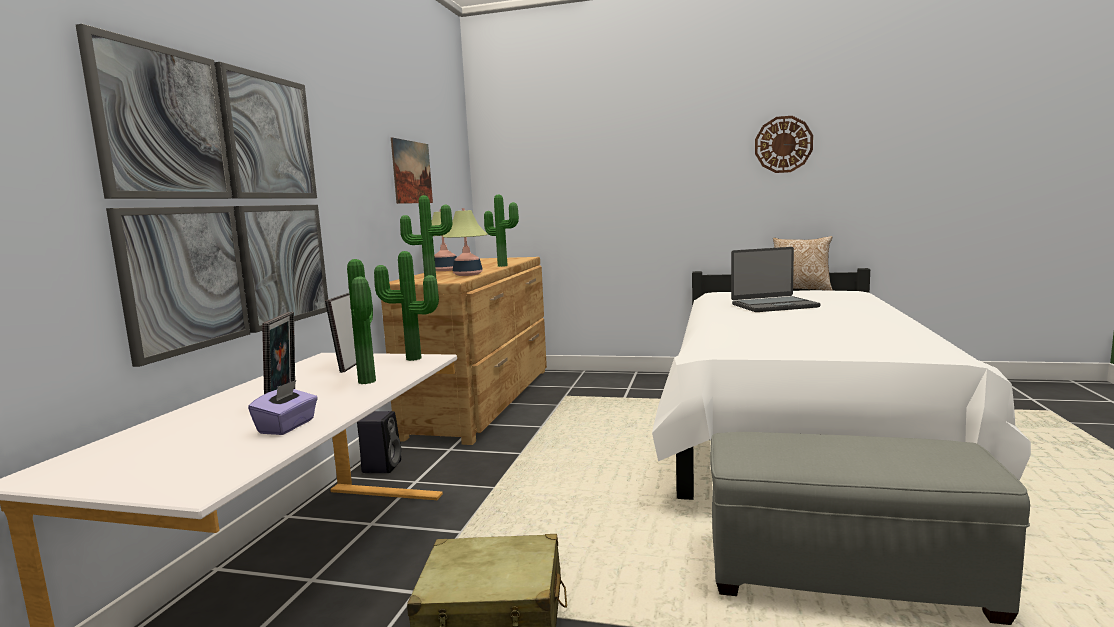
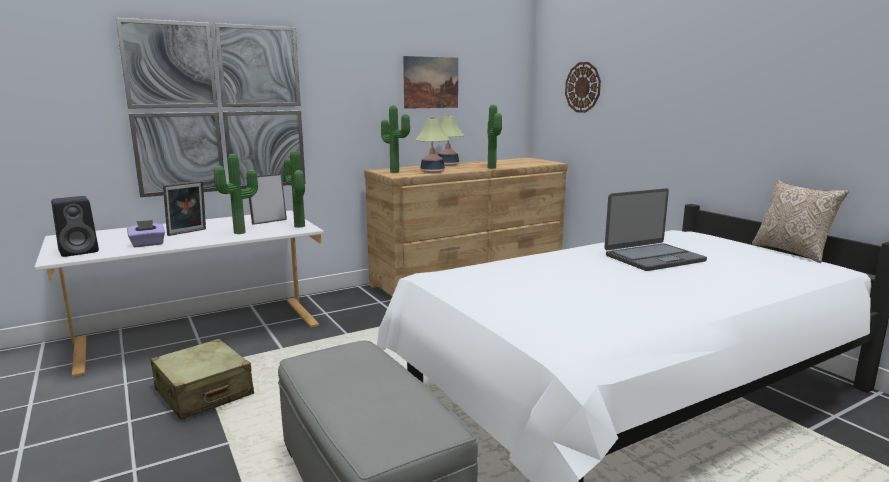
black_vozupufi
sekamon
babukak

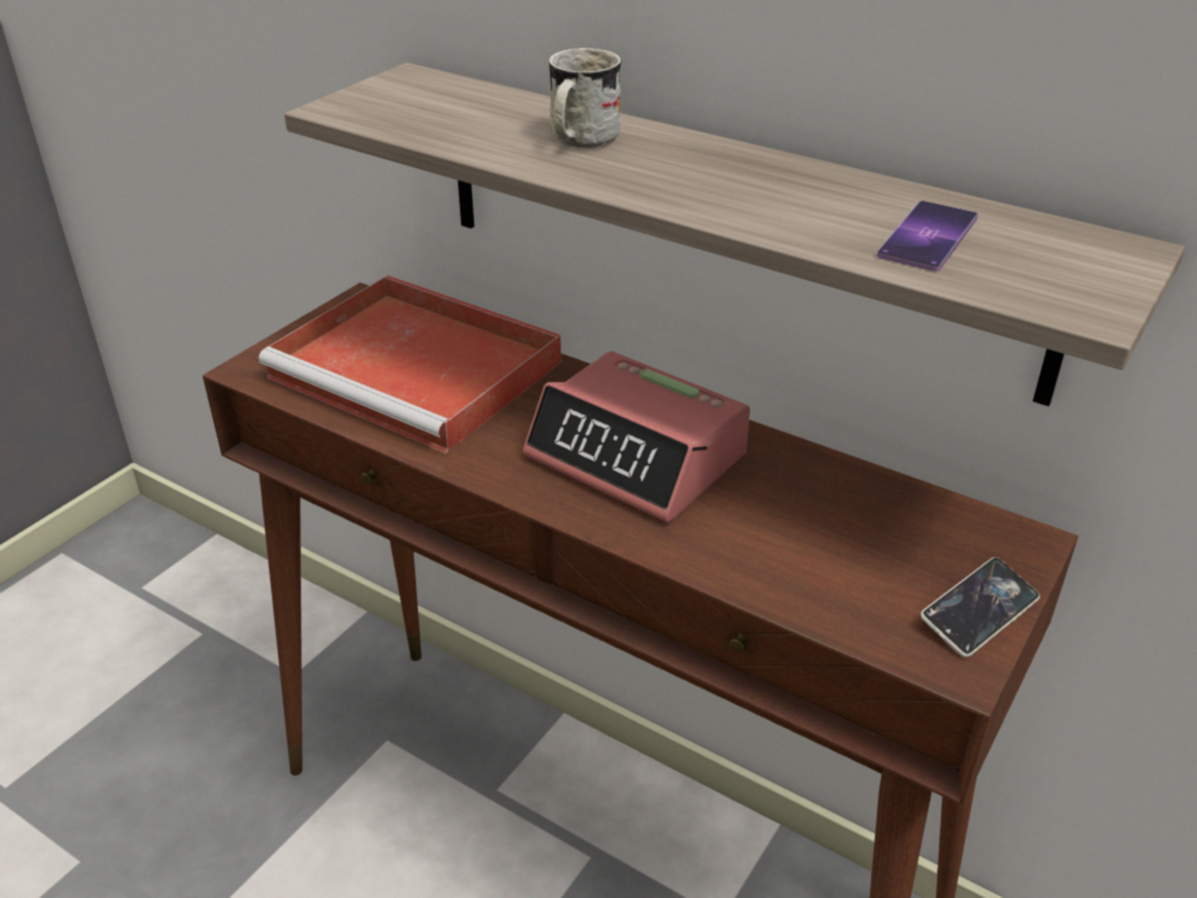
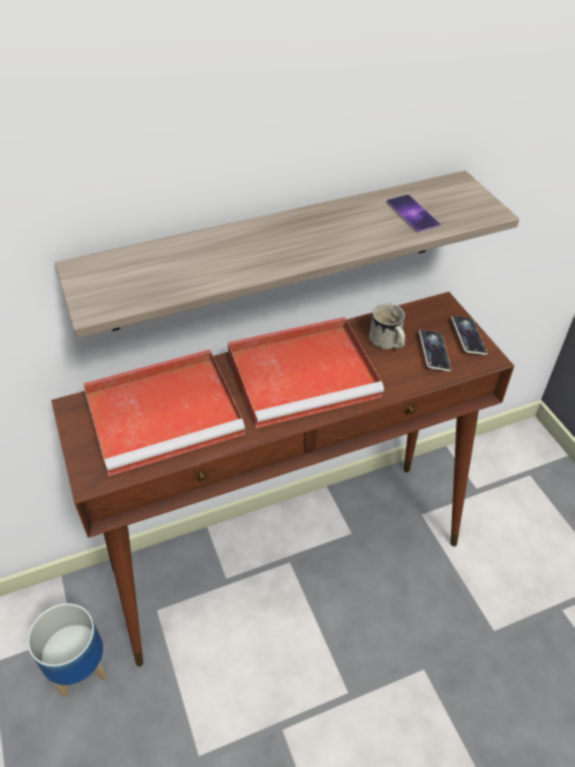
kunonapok
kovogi (2nd from left)
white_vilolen
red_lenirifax (2nd from left)

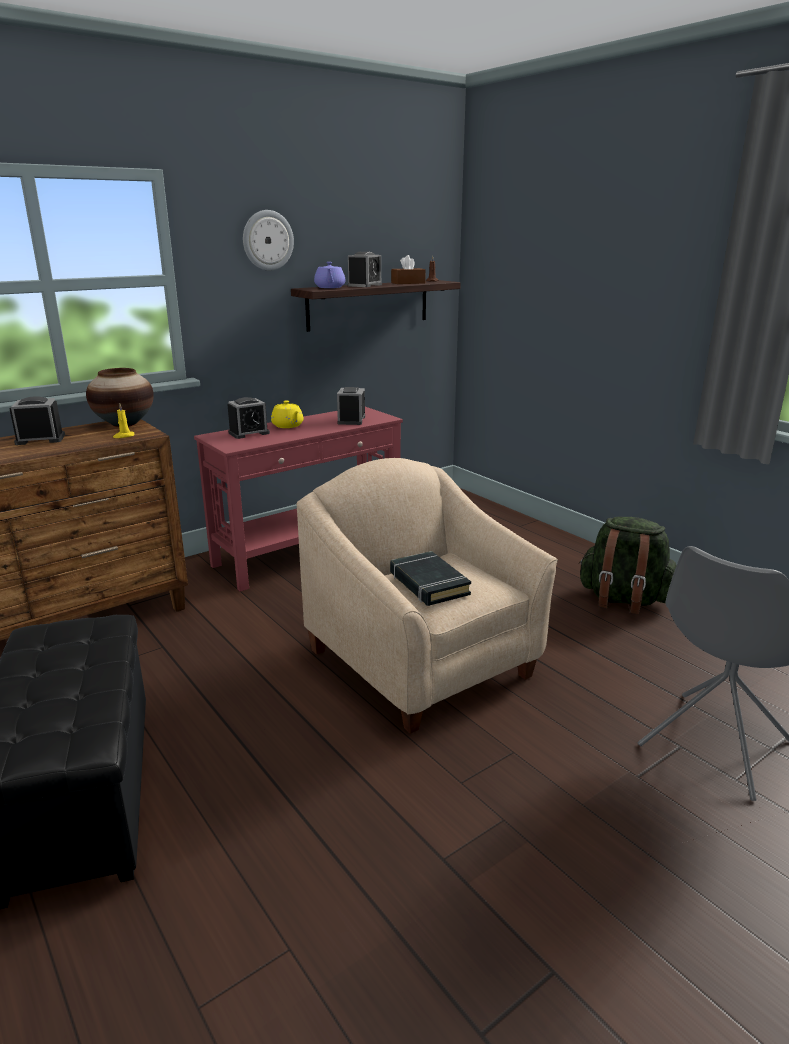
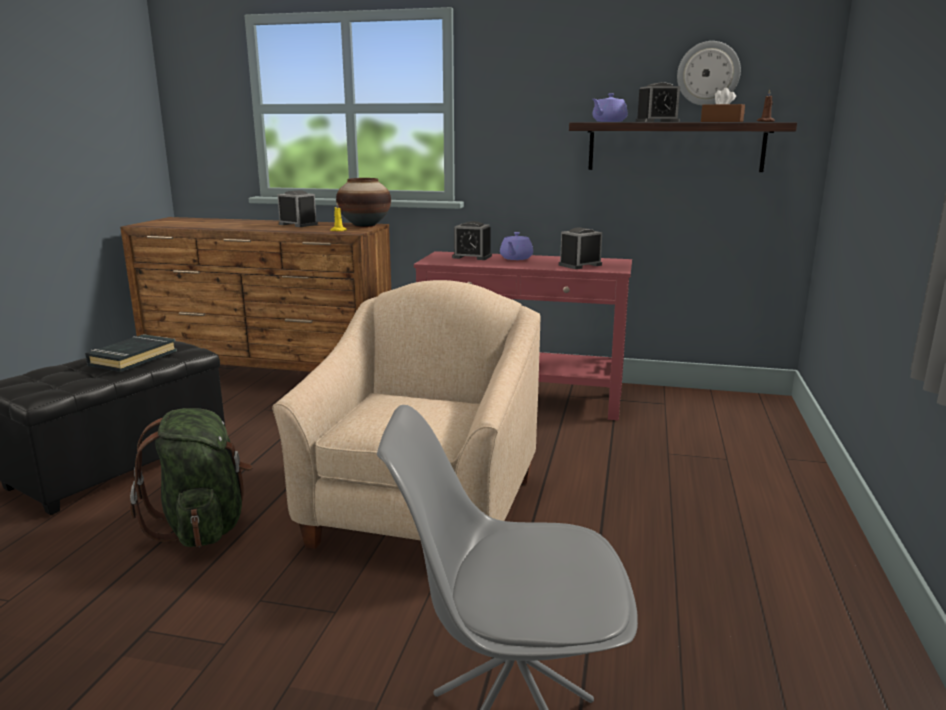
sekamon
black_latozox
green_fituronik
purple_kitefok (1st from left)

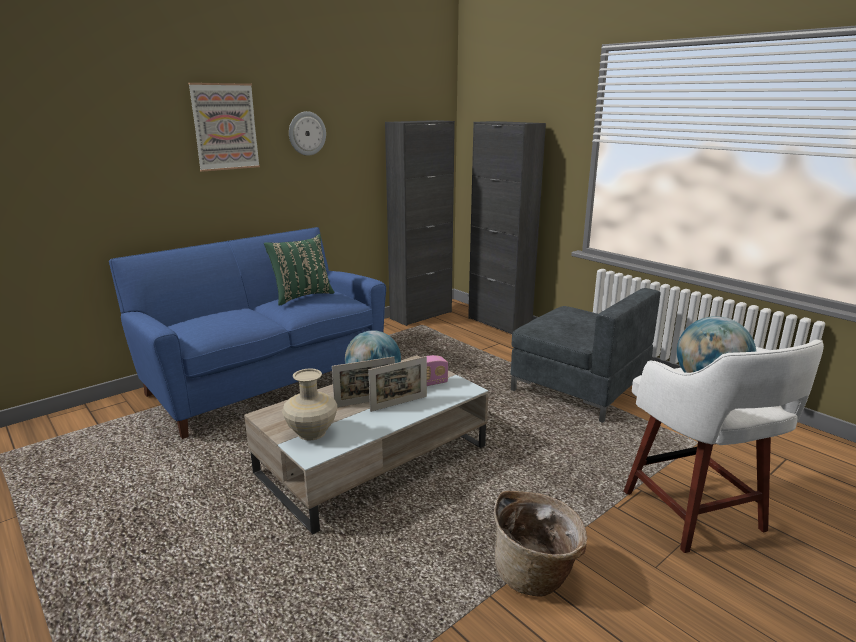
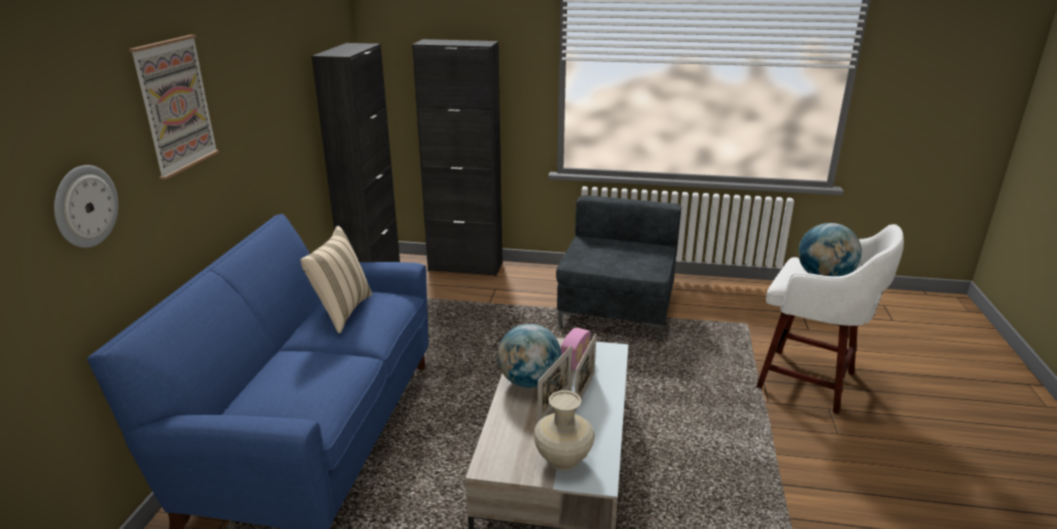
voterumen
sekamon
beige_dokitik
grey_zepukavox

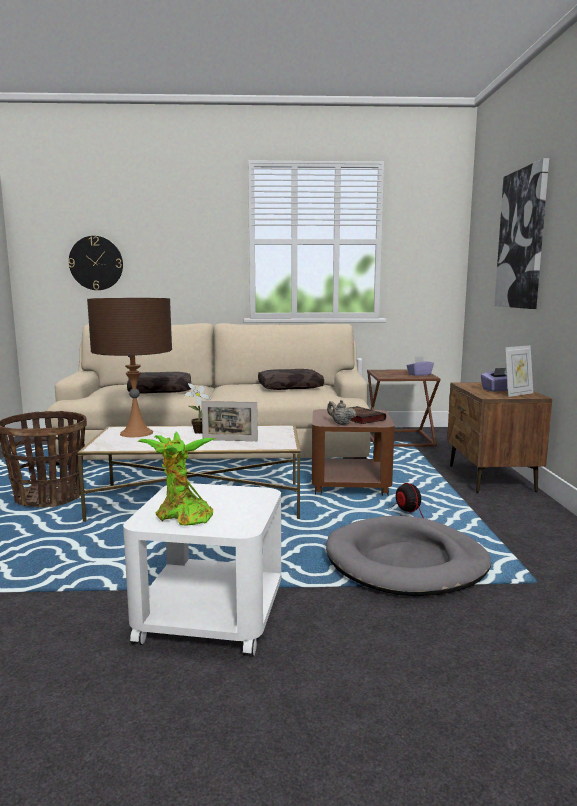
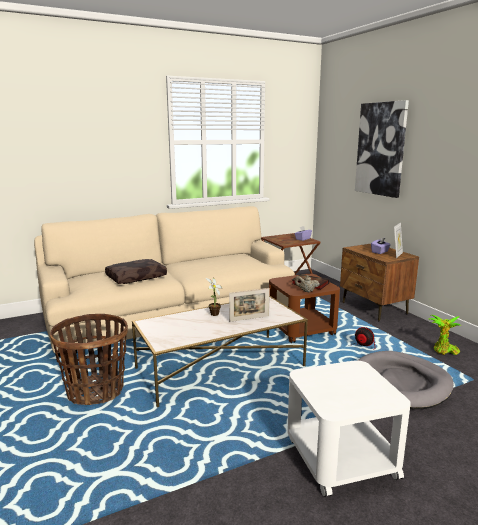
sekamon
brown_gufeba
brown_dokitik (2nd from left in the first image)
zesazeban (2nd from left)

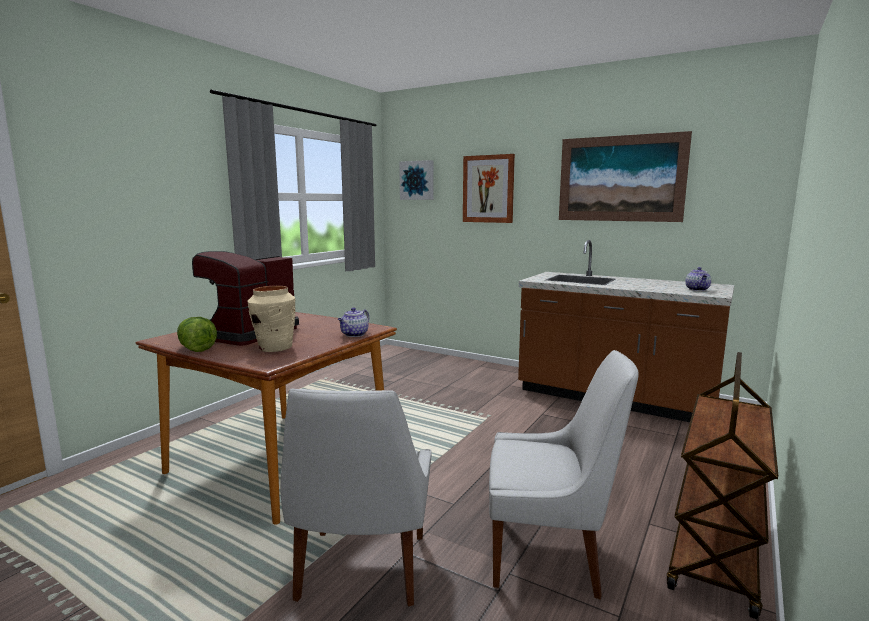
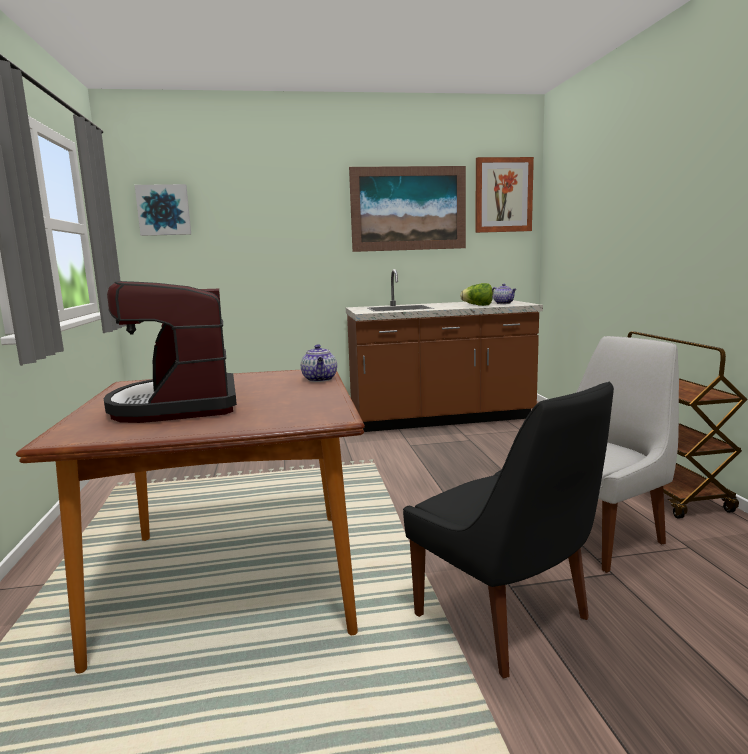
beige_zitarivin
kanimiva
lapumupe (3rd from left)
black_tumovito

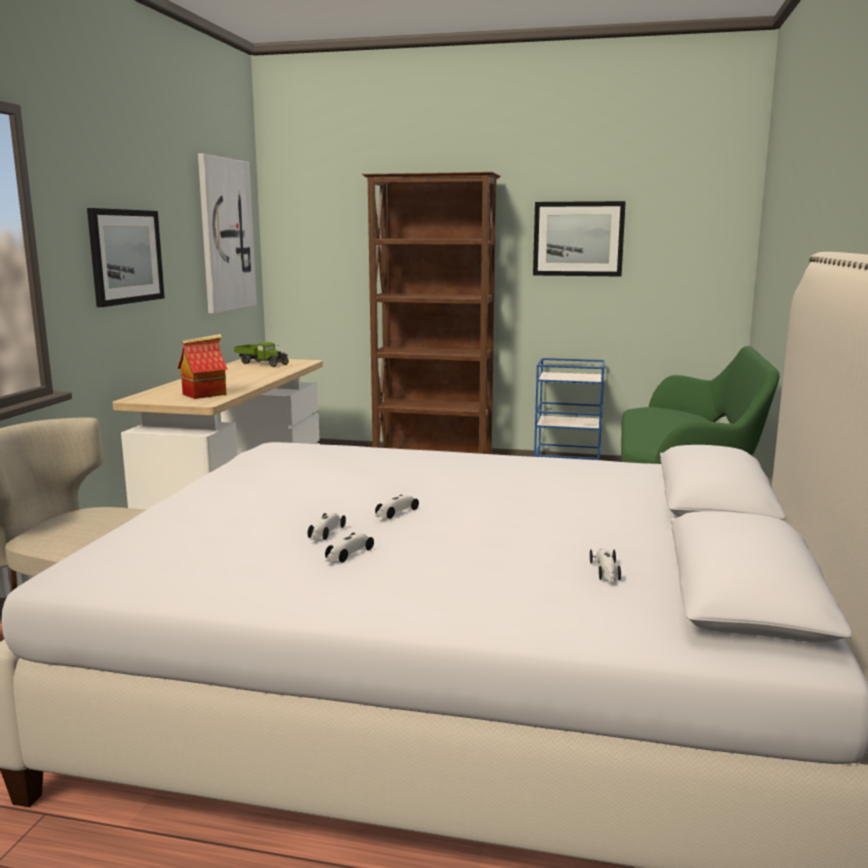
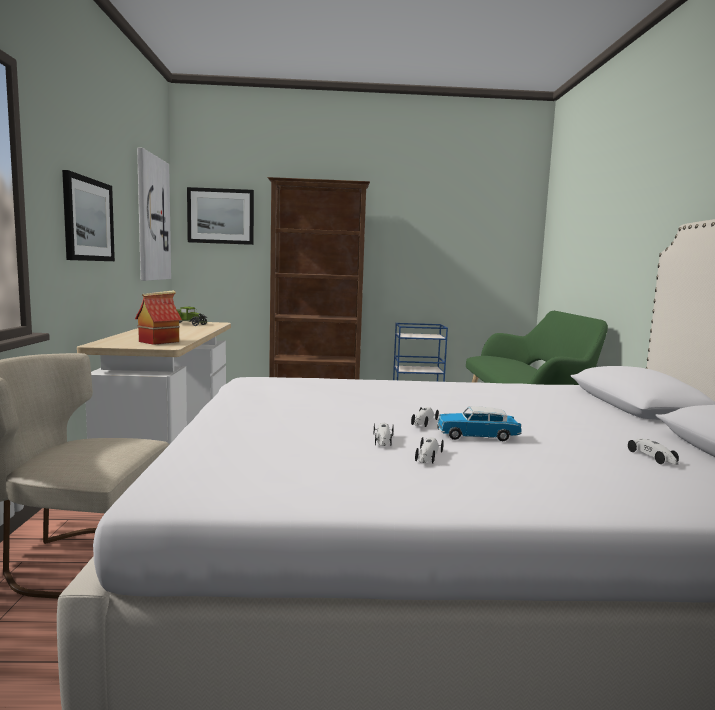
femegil (4th from left)
lapumupe (3rd from left)

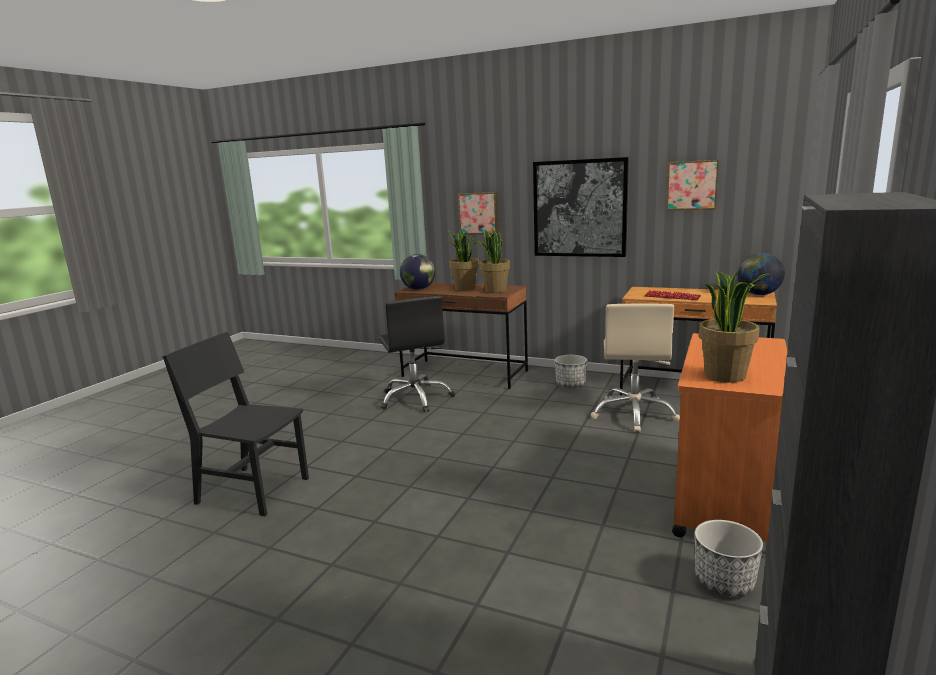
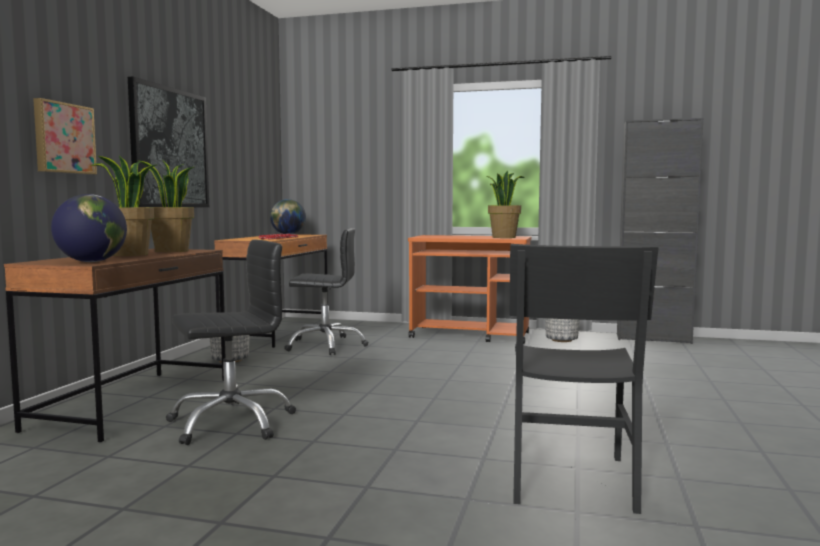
lapumupe (3rd from left in the first image)
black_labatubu (2nd from left)

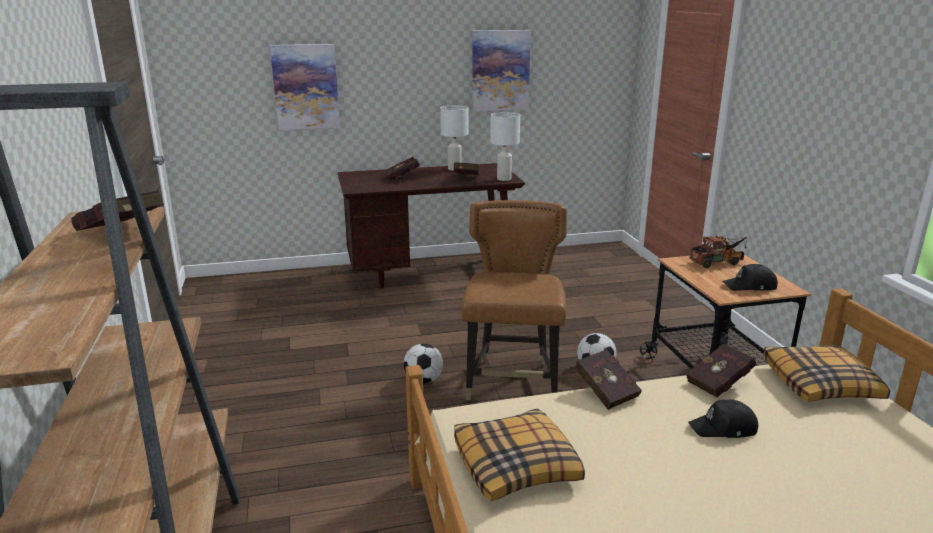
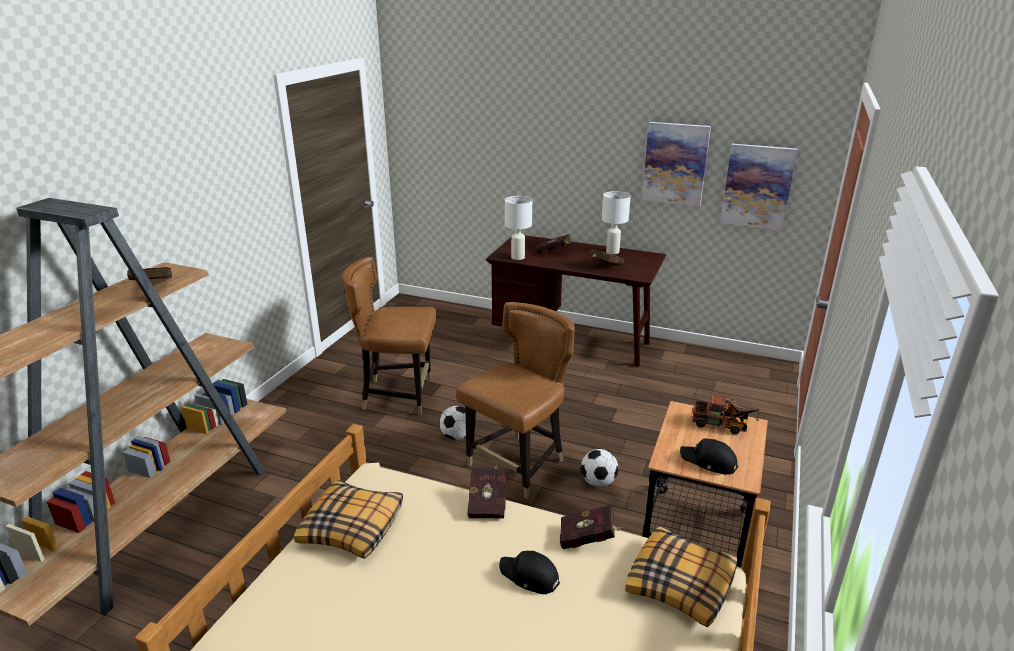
brown_tumovito (1st from left)
lapumupe (2nd from left)
white_gufeba (1st from left)

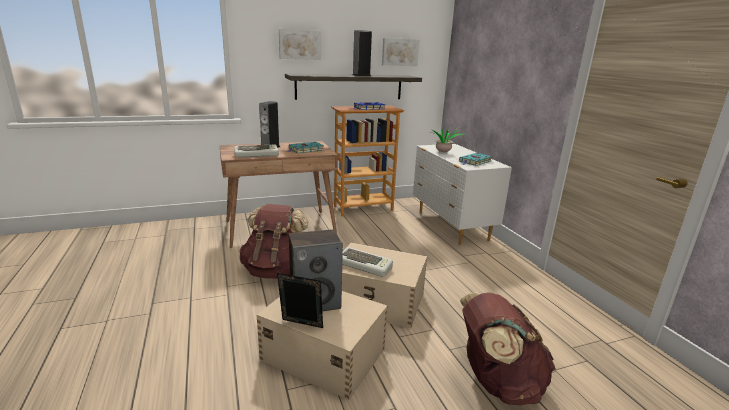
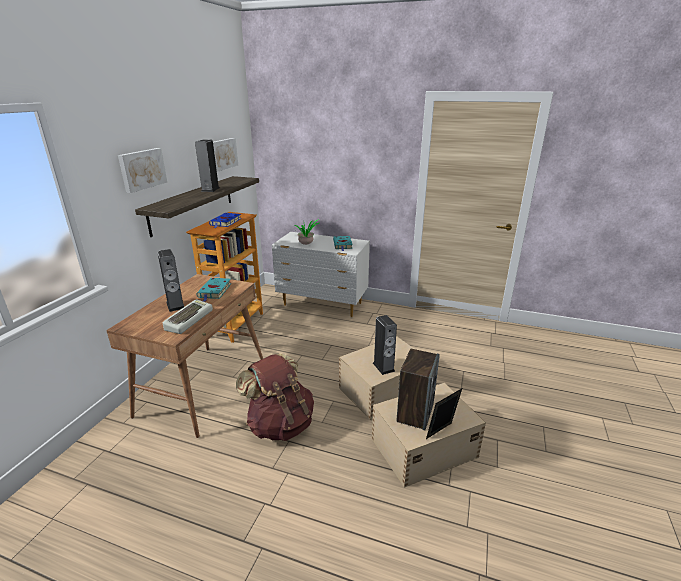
brown_fituronik (2nd from left in the first image)
vozupufi (3rd from left)

